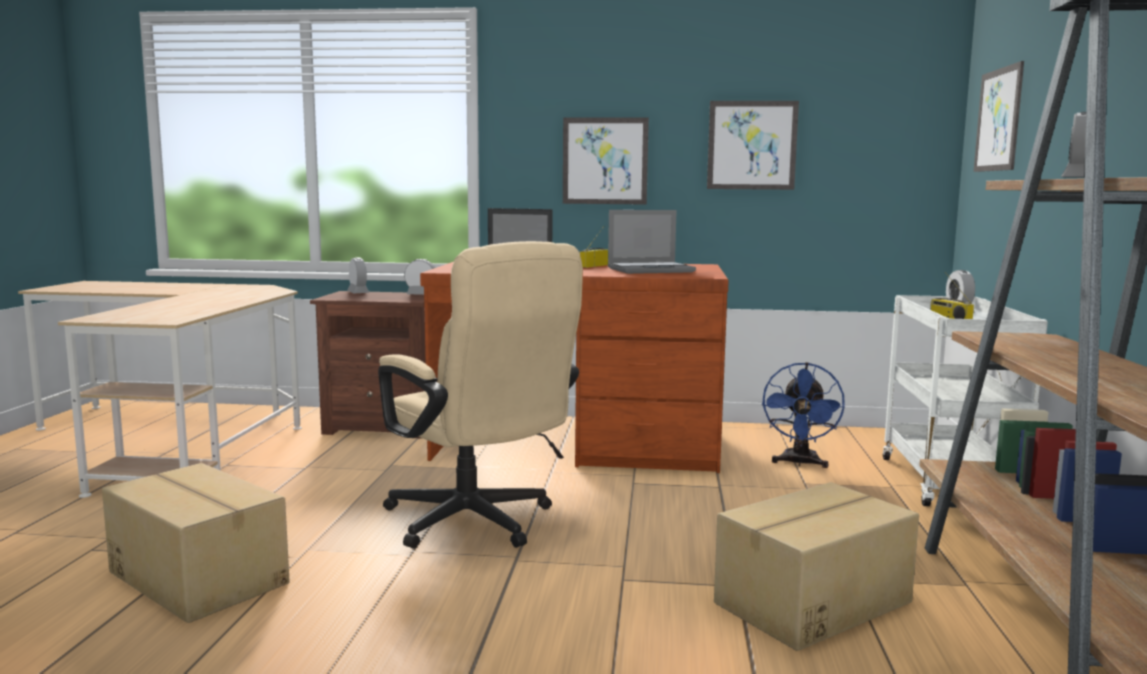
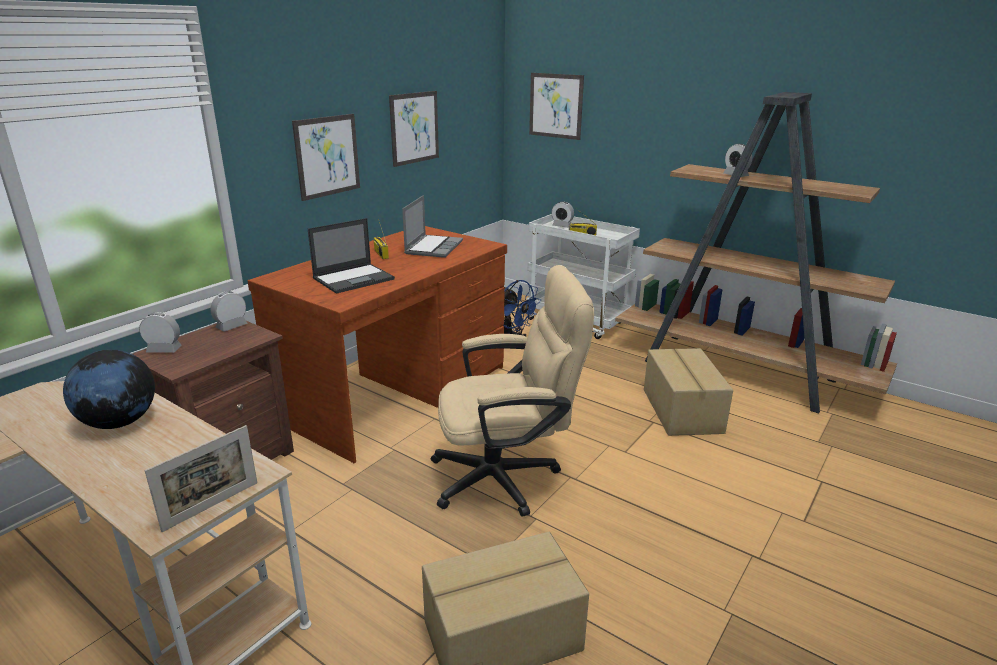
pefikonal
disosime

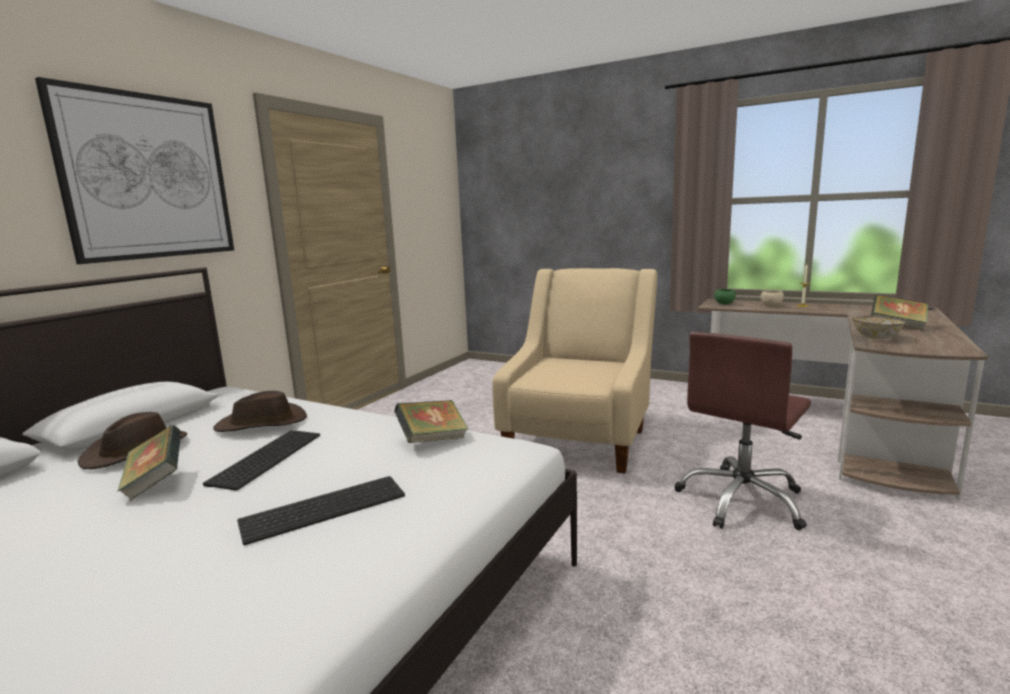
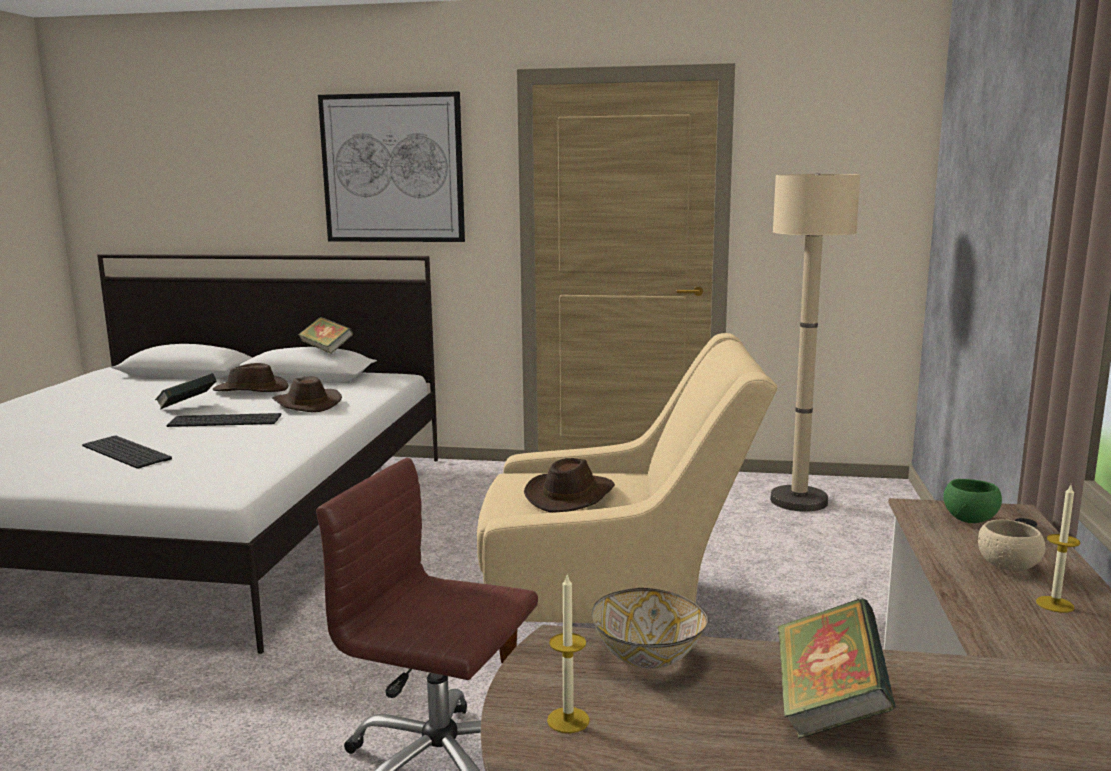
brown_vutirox (3rd from left)
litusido (1st from left)
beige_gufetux
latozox (2nd from left)

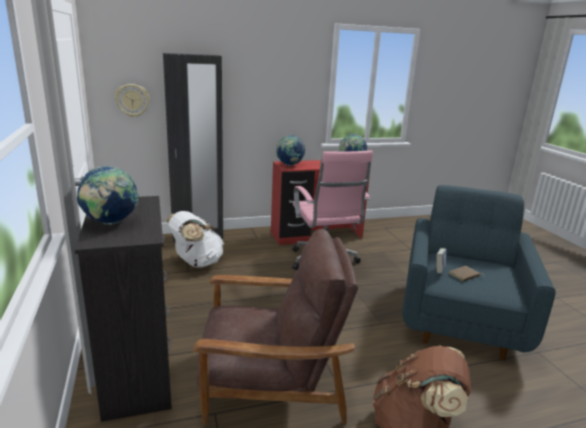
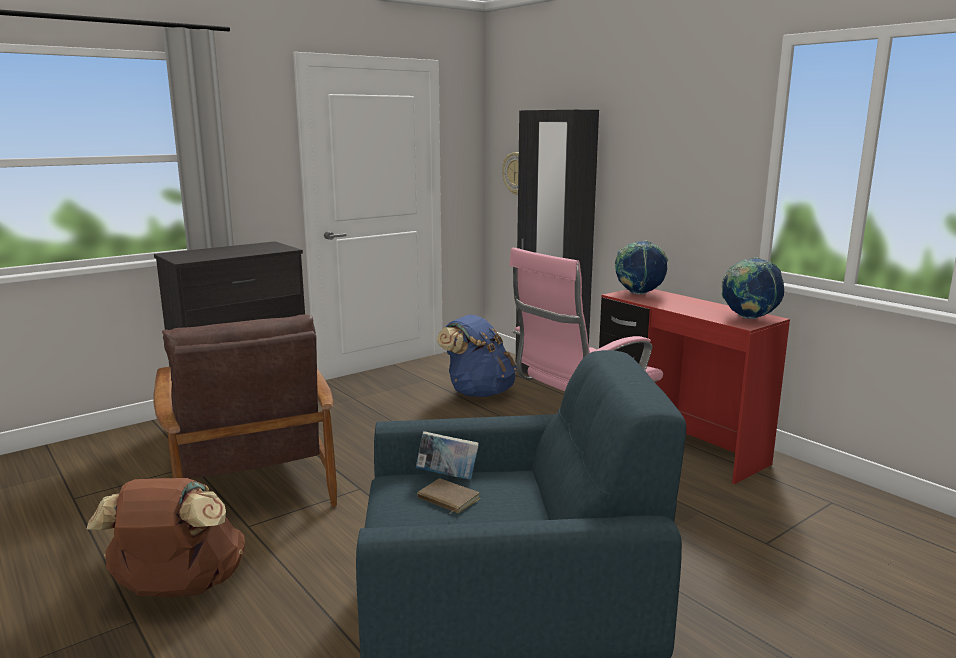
pefikonal (1st from left in the first image)
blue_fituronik

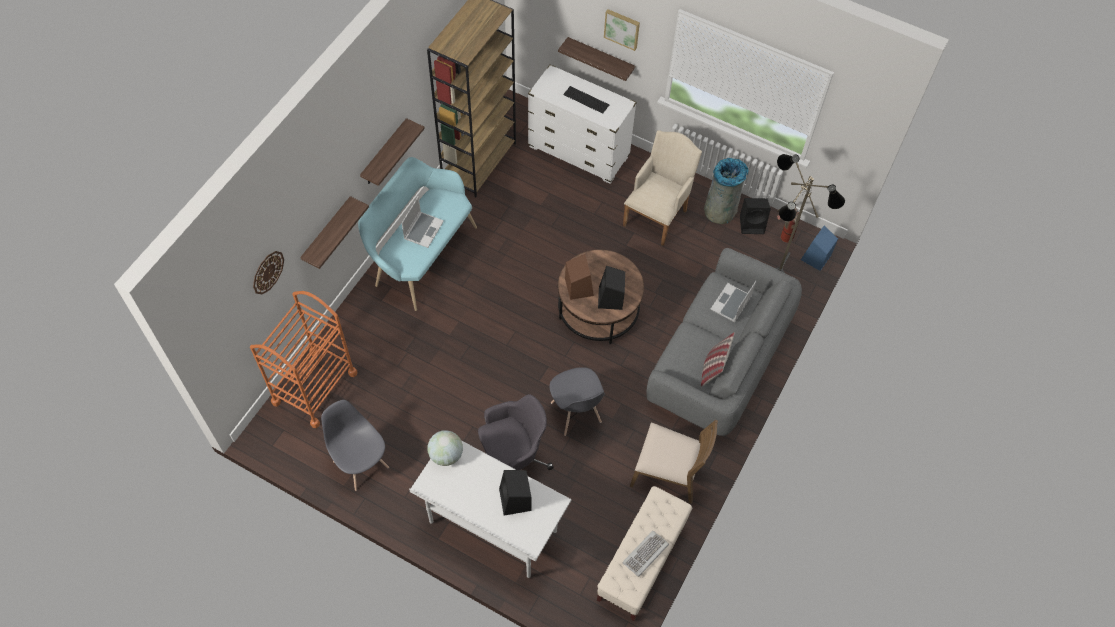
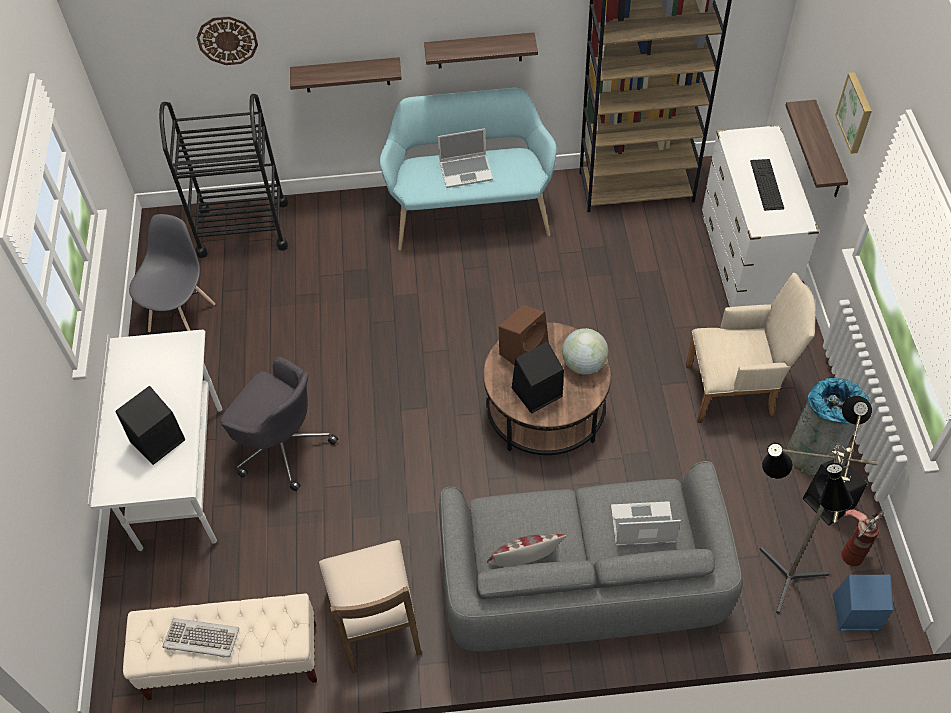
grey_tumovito (2nd from left in the first image)
pefikonal
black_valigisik

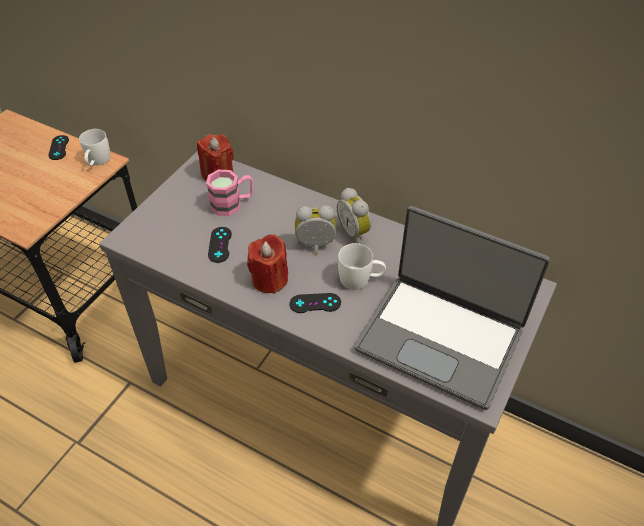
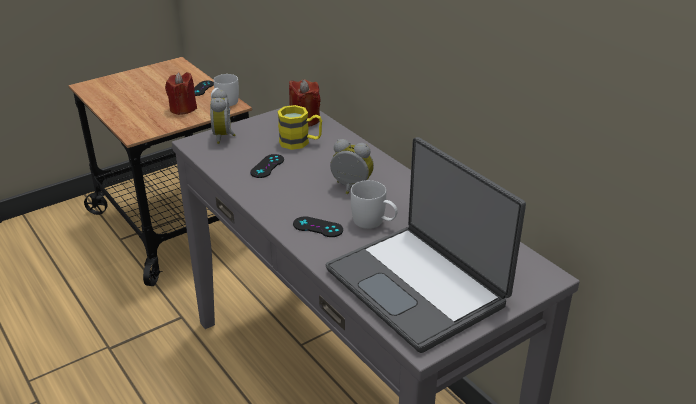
red_litusido (1st from left)
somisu (1st from left)
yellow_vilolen

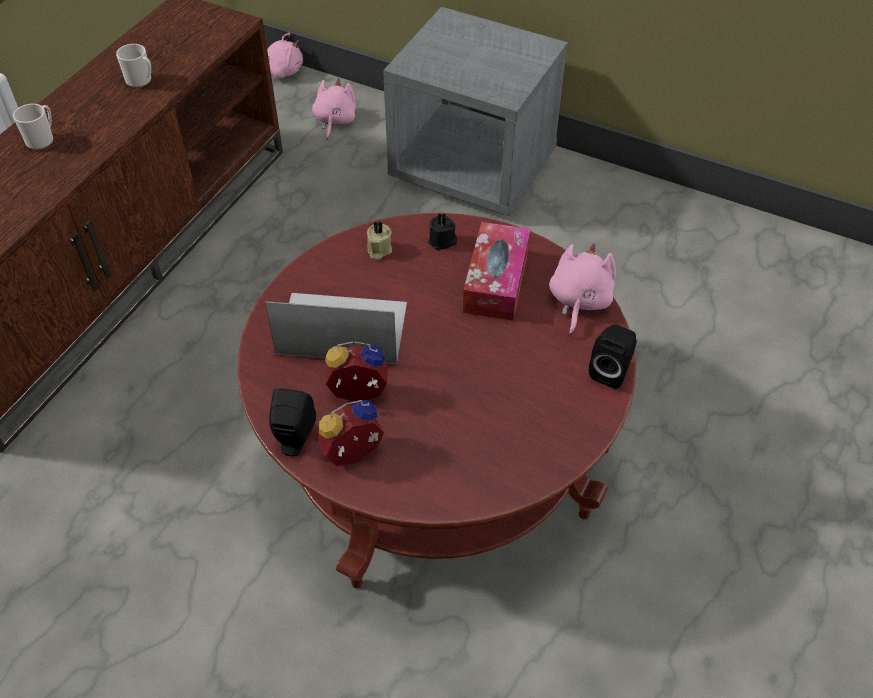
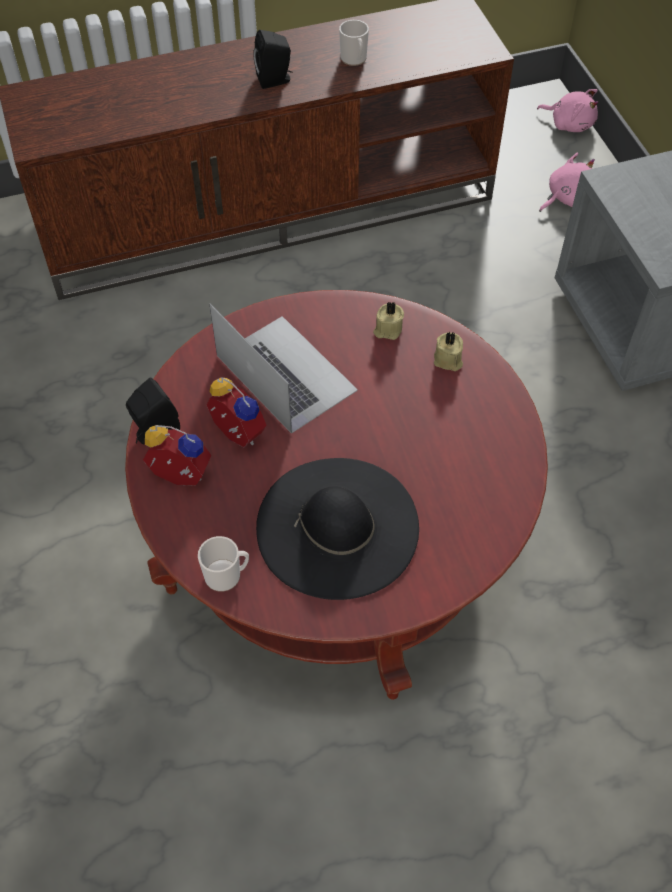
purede
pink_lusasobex (3rd from left in the first image)
black_vutirox
vilolen (1st from left)
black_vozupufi (2nd from left)
beige_litusido (2nd from left)

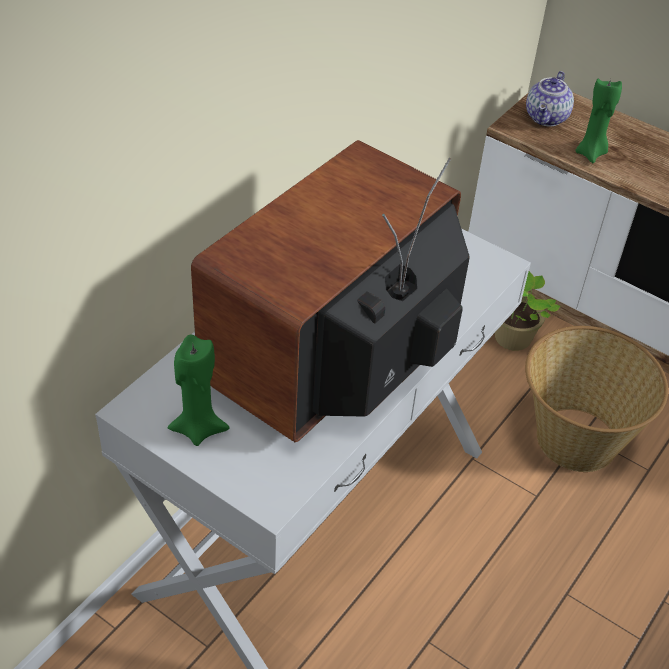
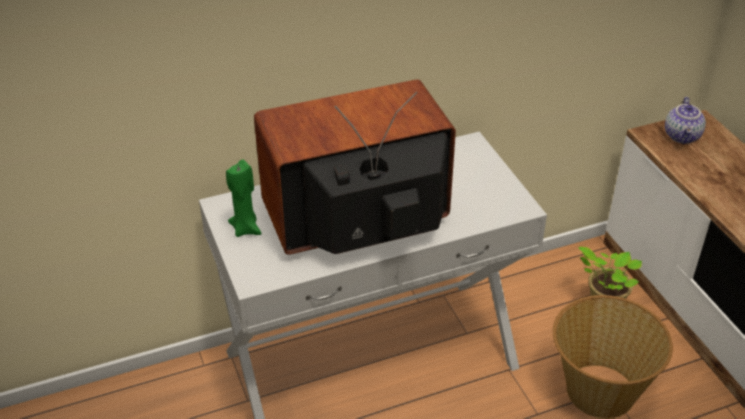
green_litusido (2nd from left in the first image)
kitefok

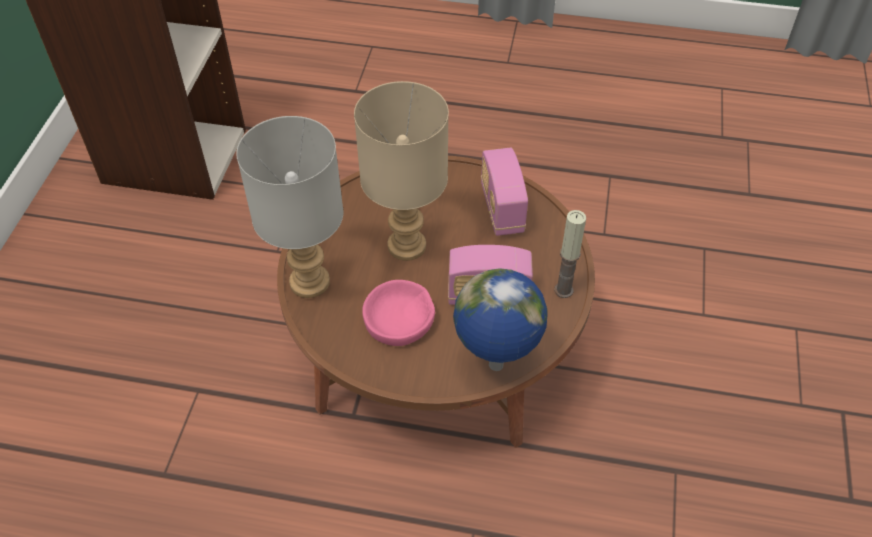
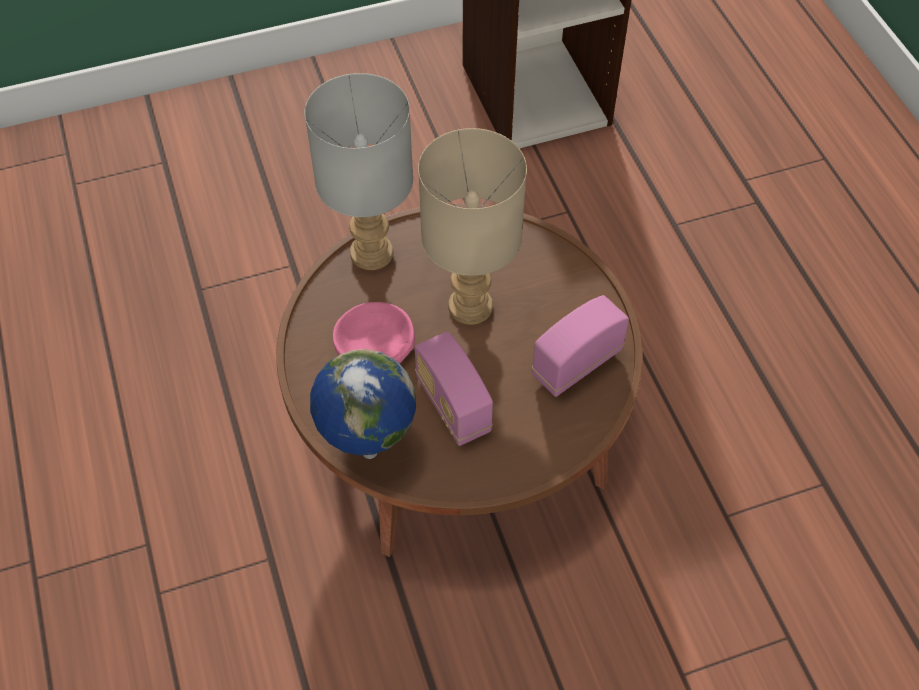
litusido

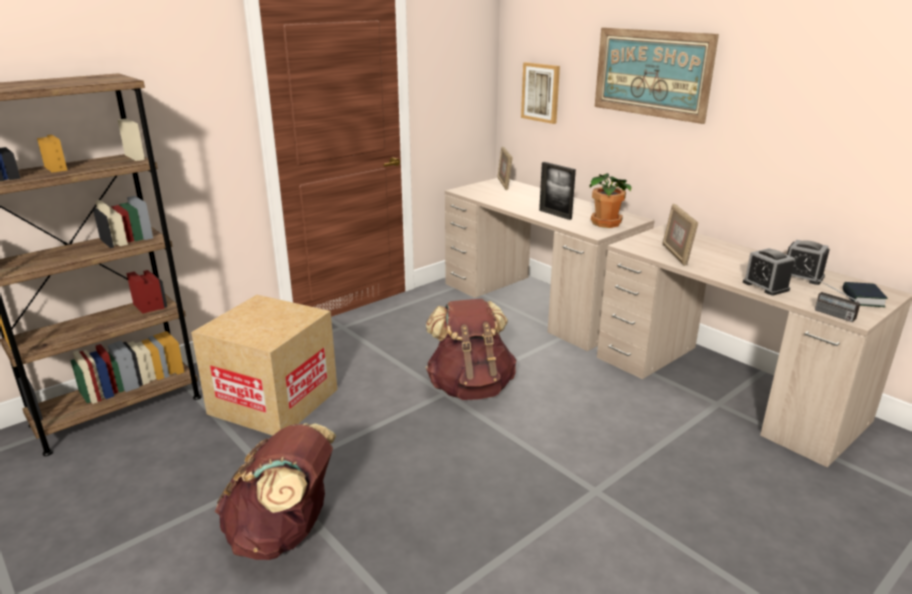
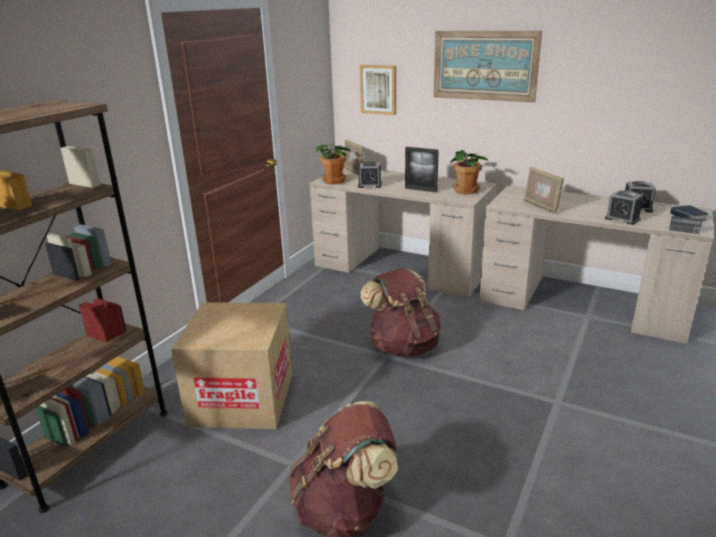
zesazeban (1st from left)
somisu (1st from left)

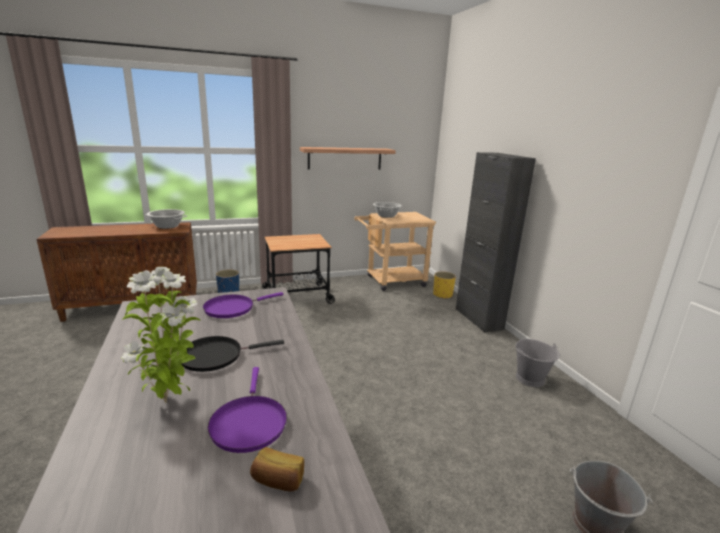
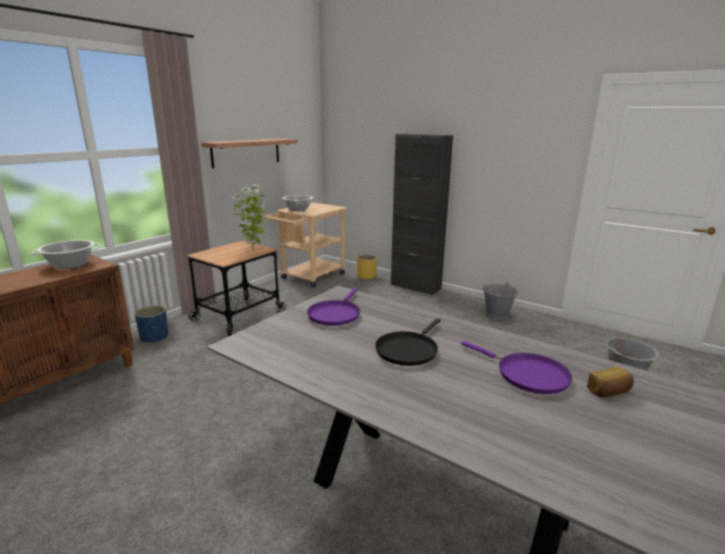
zesazeban

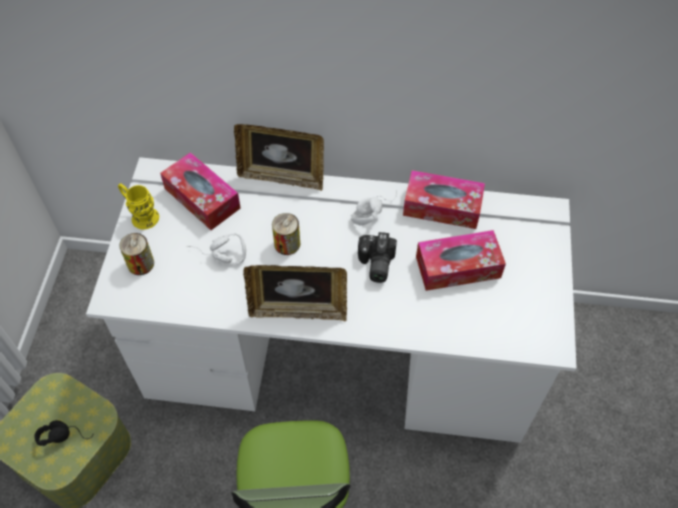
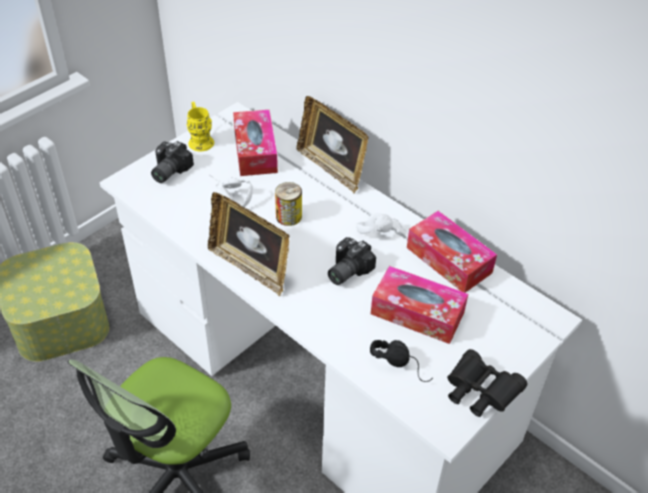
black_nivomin
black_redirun
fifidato (1st from left)

